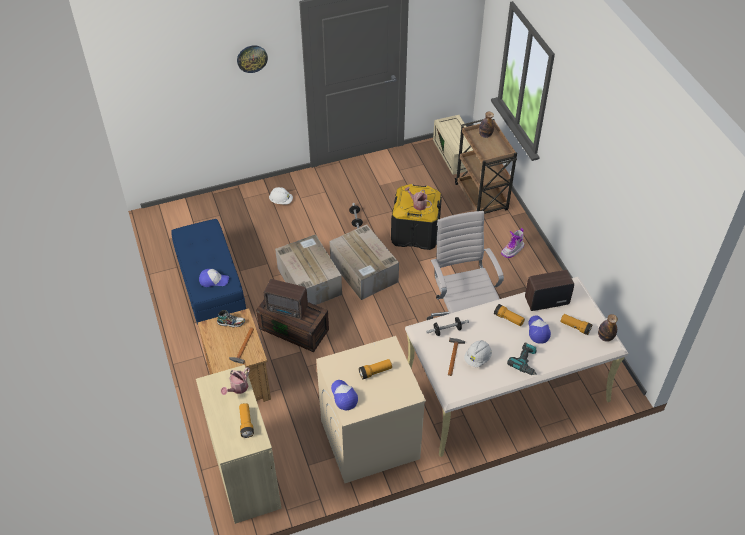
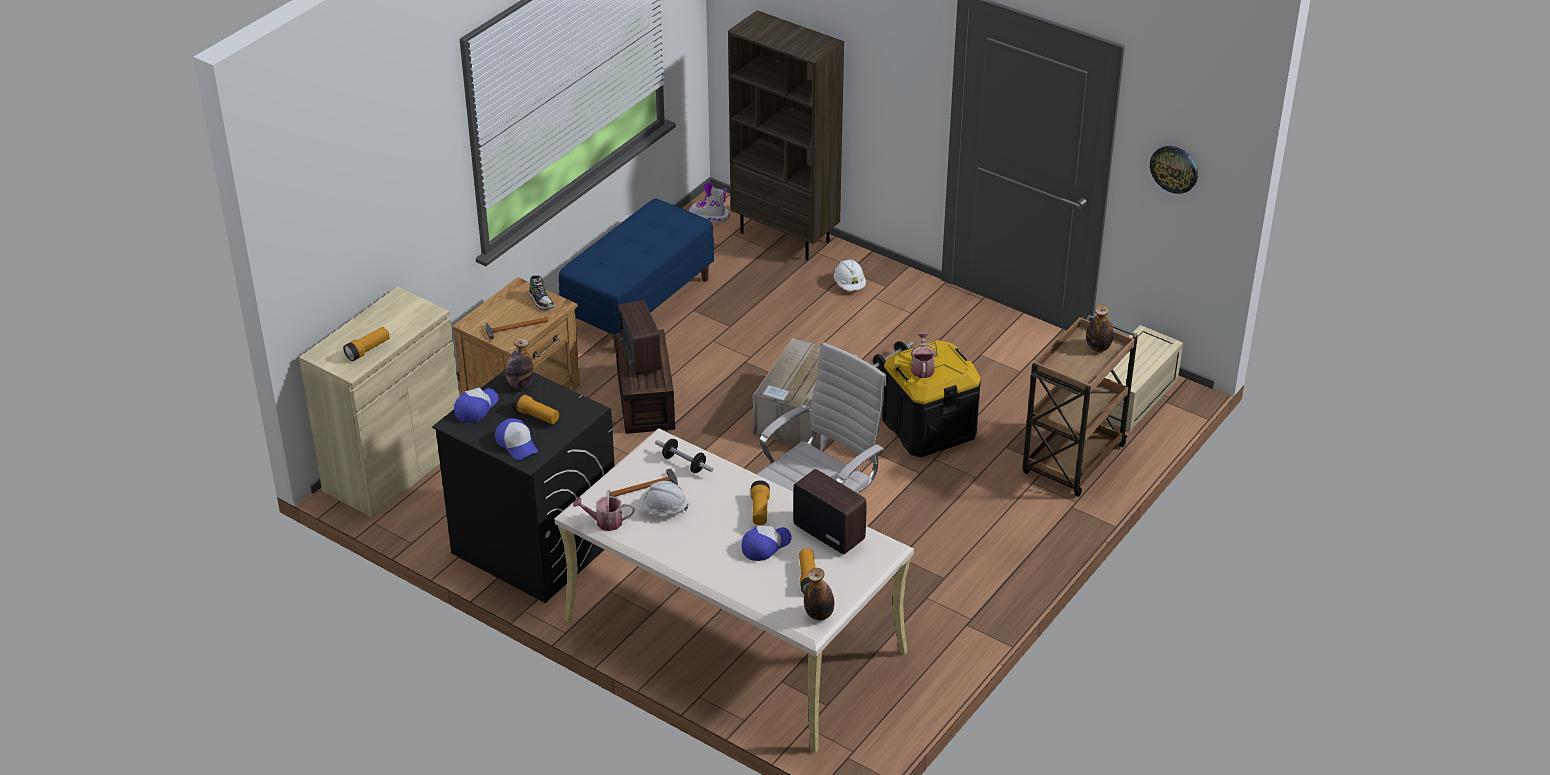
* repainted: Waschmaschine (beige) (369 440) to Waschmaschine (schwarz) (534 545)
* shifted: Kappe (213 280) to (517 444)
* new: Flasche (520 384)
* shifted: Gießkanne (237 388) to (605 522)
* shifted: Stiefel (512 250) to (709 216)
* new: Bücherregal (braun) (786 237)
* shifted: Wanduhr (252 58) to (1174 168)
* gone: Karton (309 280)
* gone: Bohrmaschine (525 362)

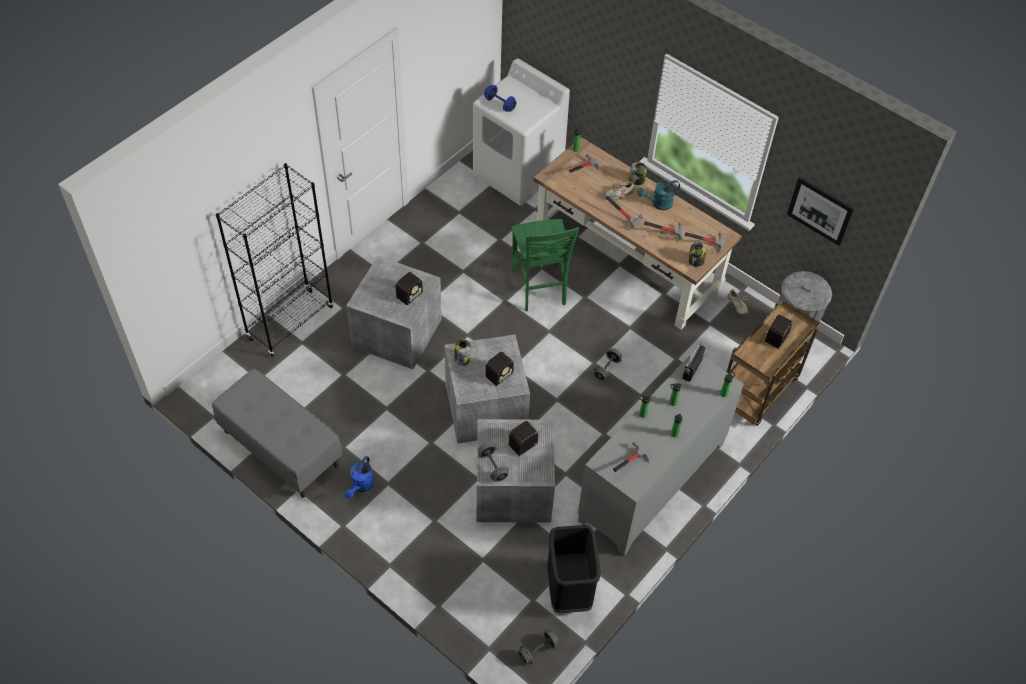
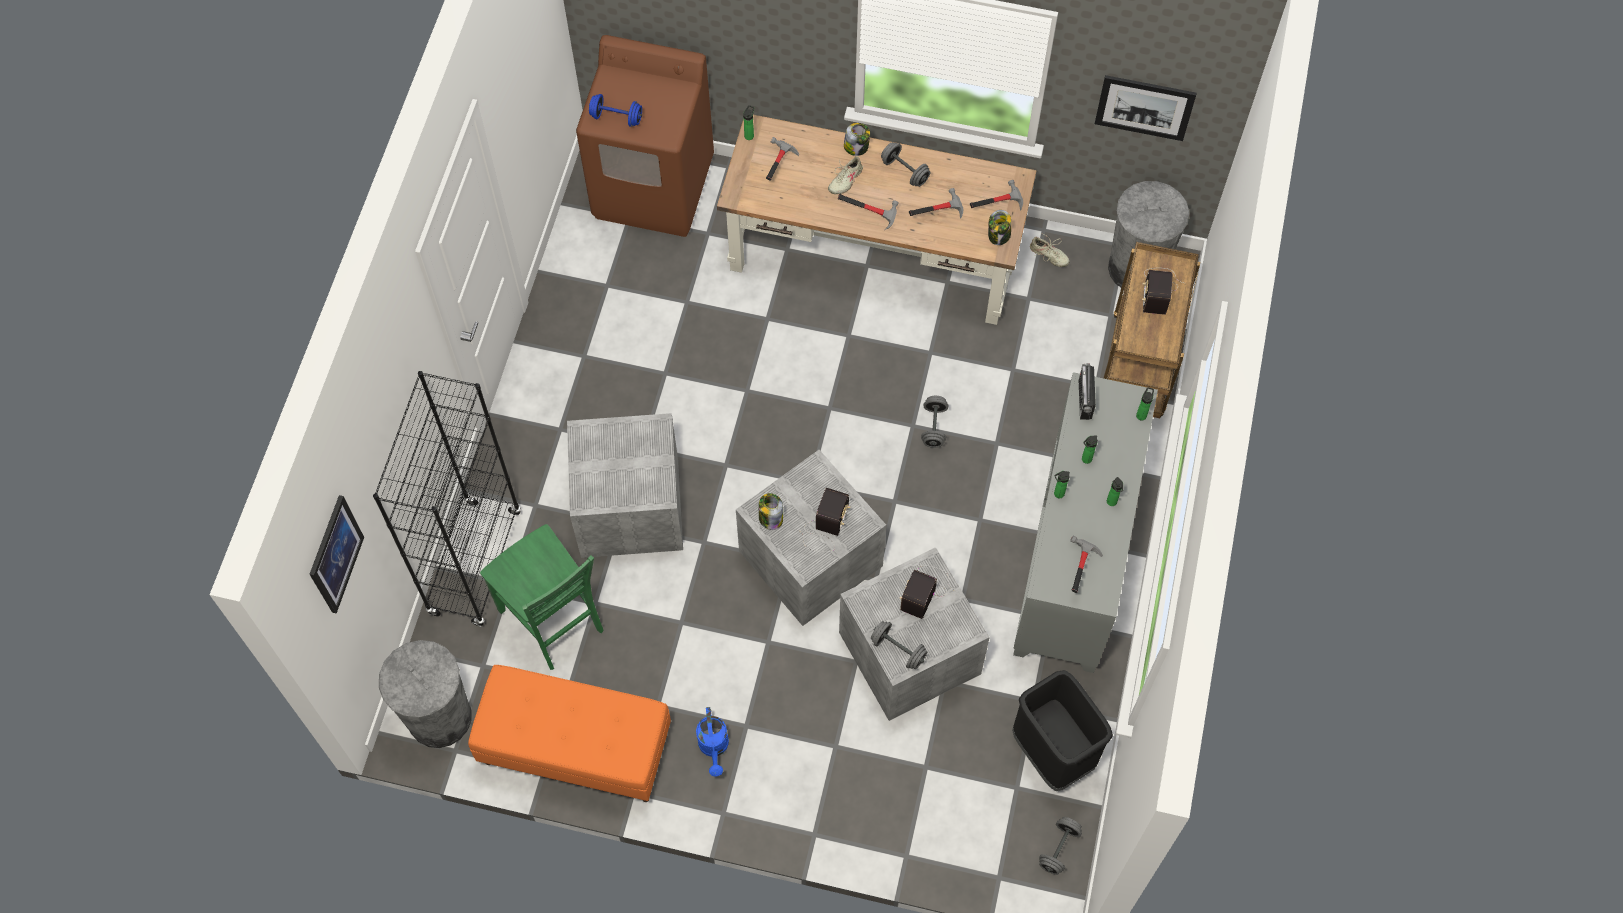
* new: Bild (335 554)
* new: Mülleimer (grau) (439 717)
* repainted: Bank (grau) (280 448) to Bank (orange) (575 749)
* shifted: Stuhl (grün) (539 288) to (553 621)
* repainted: Waschmaschine (weiß) (518 173) to Waschmaschine (braun) (654 187)
* swapped: Gießkanne (türkis) (658 204) to Hantel (grau) (905 171)
* gone: Radio (402 299)

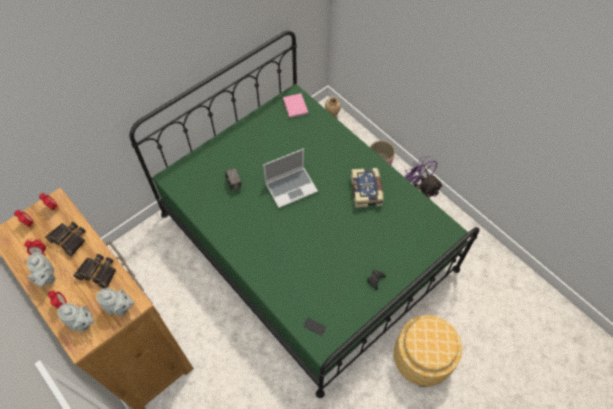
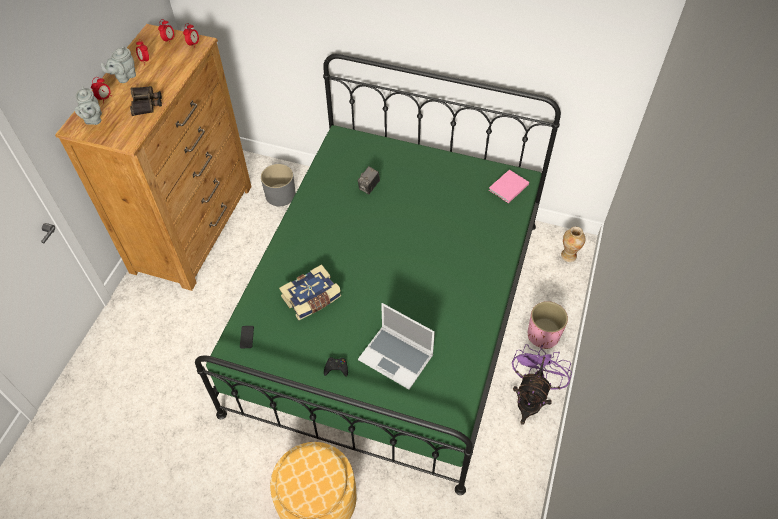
* new: Pflanzkübel (grau) (280 194)
* shifted: Buch (367 191) to (312 299)
* shifted: Laptop (291 187) to (397 357)
* gone: Fernglas (69 239)
* gone: Teekanne (grau) (120 308)

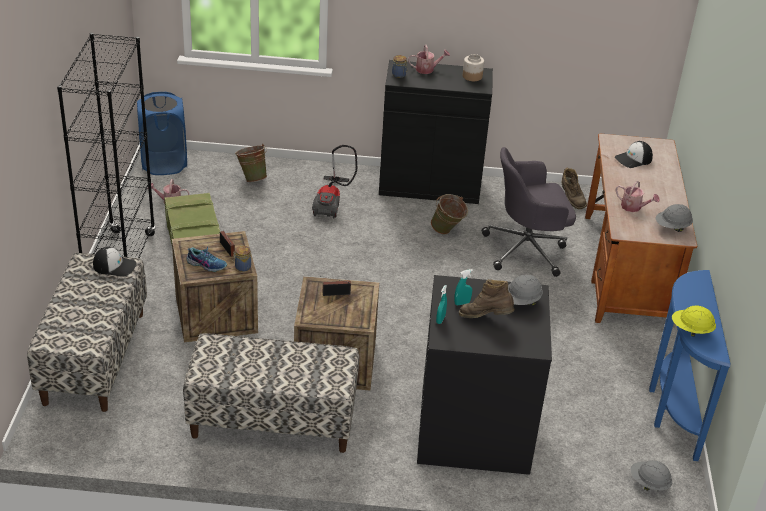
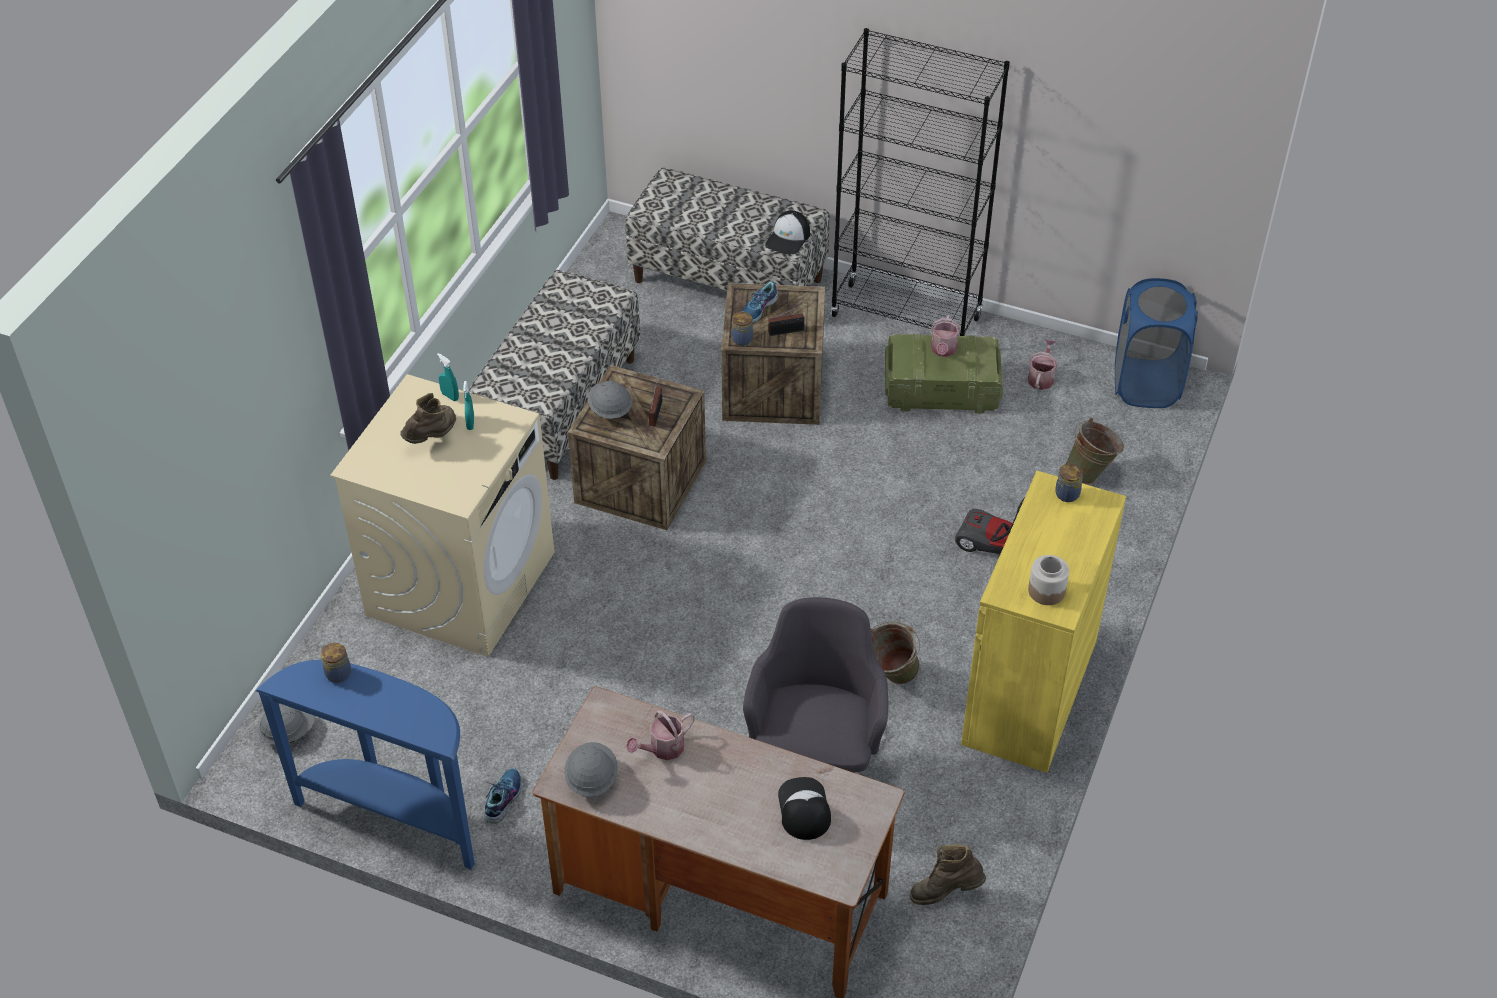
* swapped: Schutzhelm (gelb) (691 330) to Vorratsglas (337 673)
* repainted: Waschmaschine (schwarz) (473 430) to Waschmaschine (beige) (461 583)
* new: Schuh (502 799)
* shifted: Schutzhelm (grau) (521 302) to (610 410)
* shifted: Gießkanne (427 69) to (943 351)
* repainted: Schrank (schwarz) (429 185) to Schrank (gelb) (1030 692)

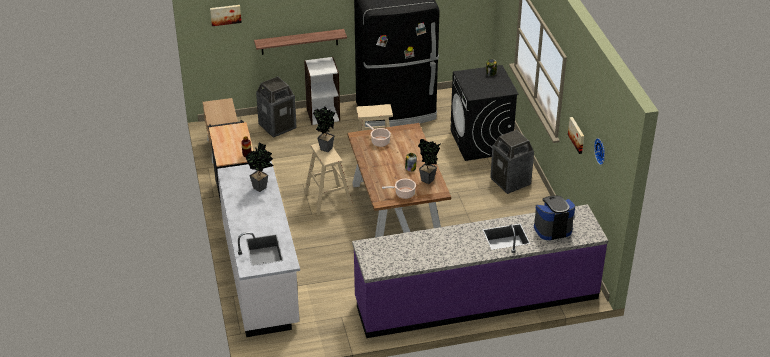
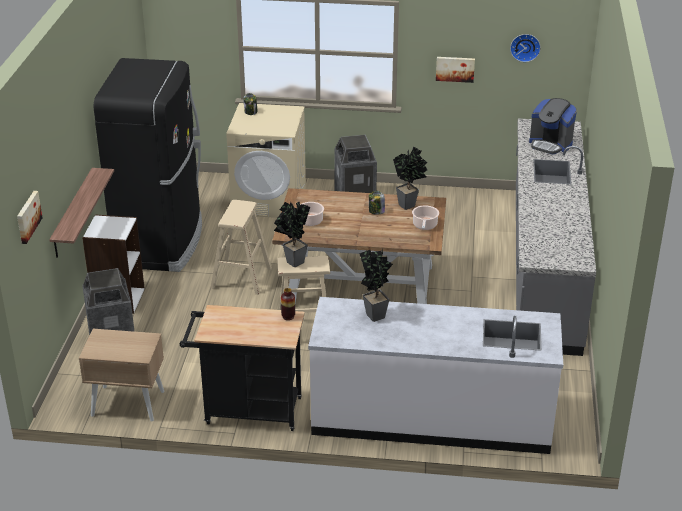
* repainted: Waschmaschine (schwarz) (481 142) to Waschmaschine (beige) (269 201)
* repainted: Küchenzeile (lila) (476 299) to Küchenzeile (grau) (543 267)
* rotated: Kaffeemaschine (552 229) = (550 144) 60 degrees counterclockwise

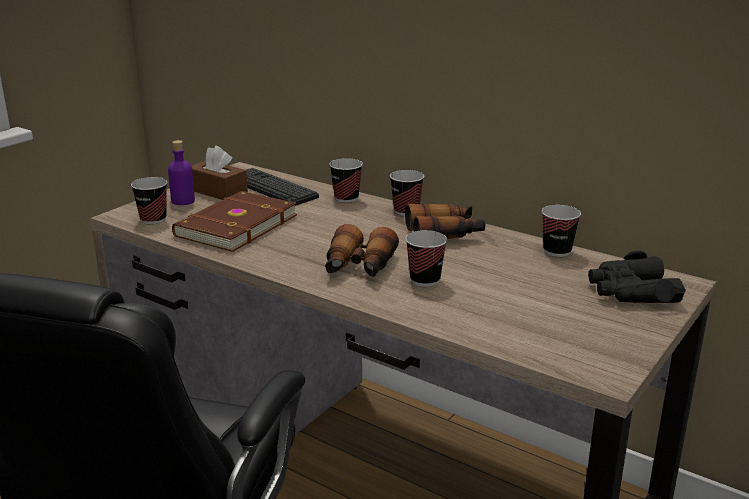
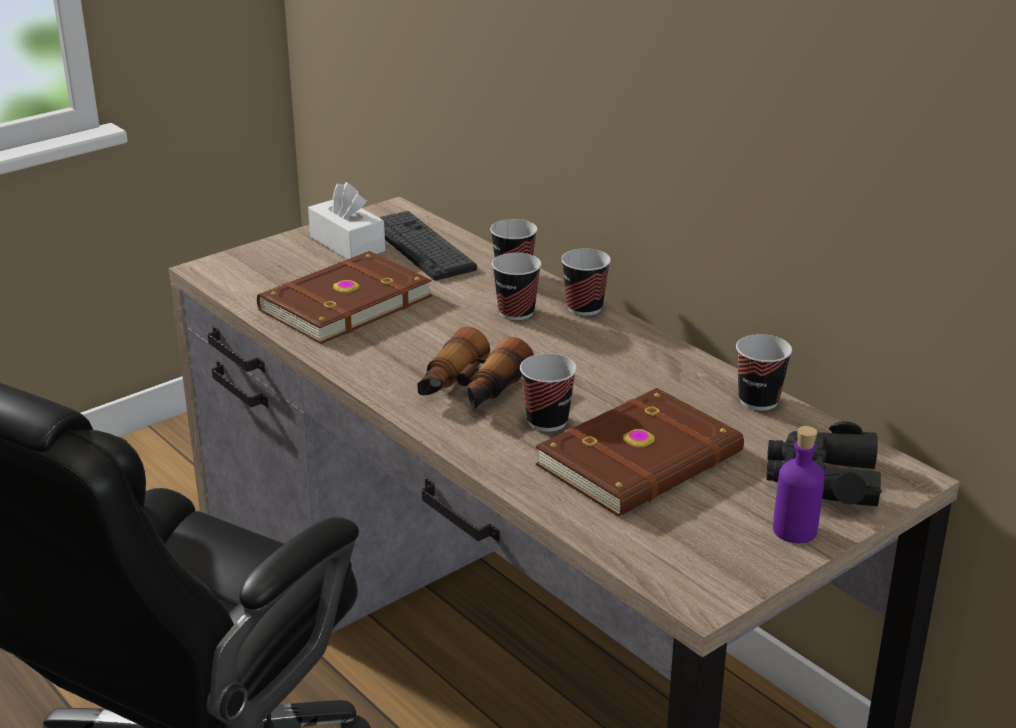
* repainted: Taschentuchbox (braun) (218 191) to Taschentuchbox (weiß) (347 244)
* shifted: Tasse (153 219) to (516 312)
* new: Buch (braun) (643 460)
* shifted: Flasche (lila) (183 201) to (795 530)
* gone: Fernglas (445 233)

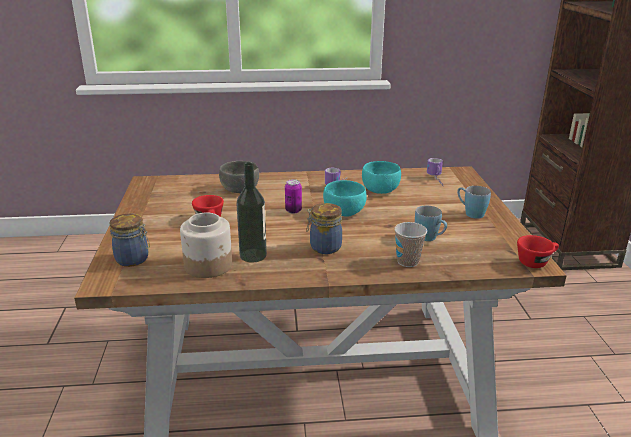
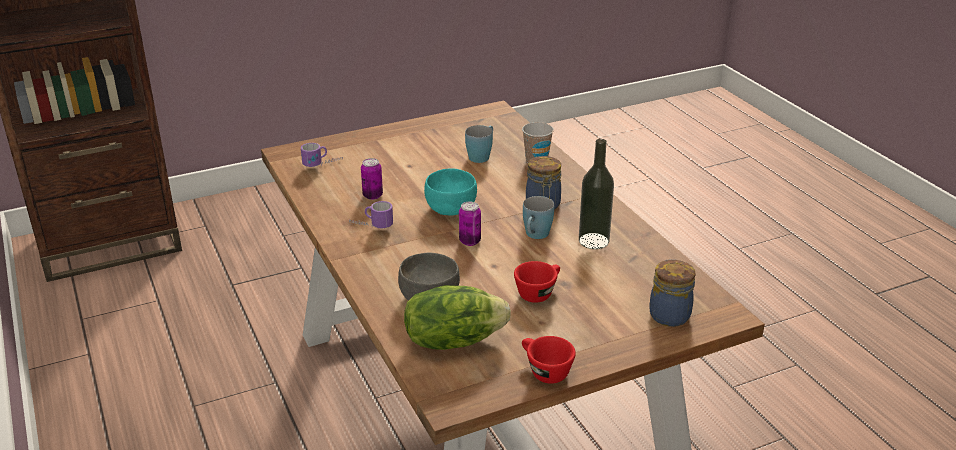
* swapped: Schüssel (türkis) (380 190) to Dose (372 195)
* new: Salatkopf (453 340)
* shifted: Tasse (rot) (536 262) to (544 371)
* shifted: Henkelbecher (blau) (470 213) to (535 236)
* gone: Vorratsglas (209 265)

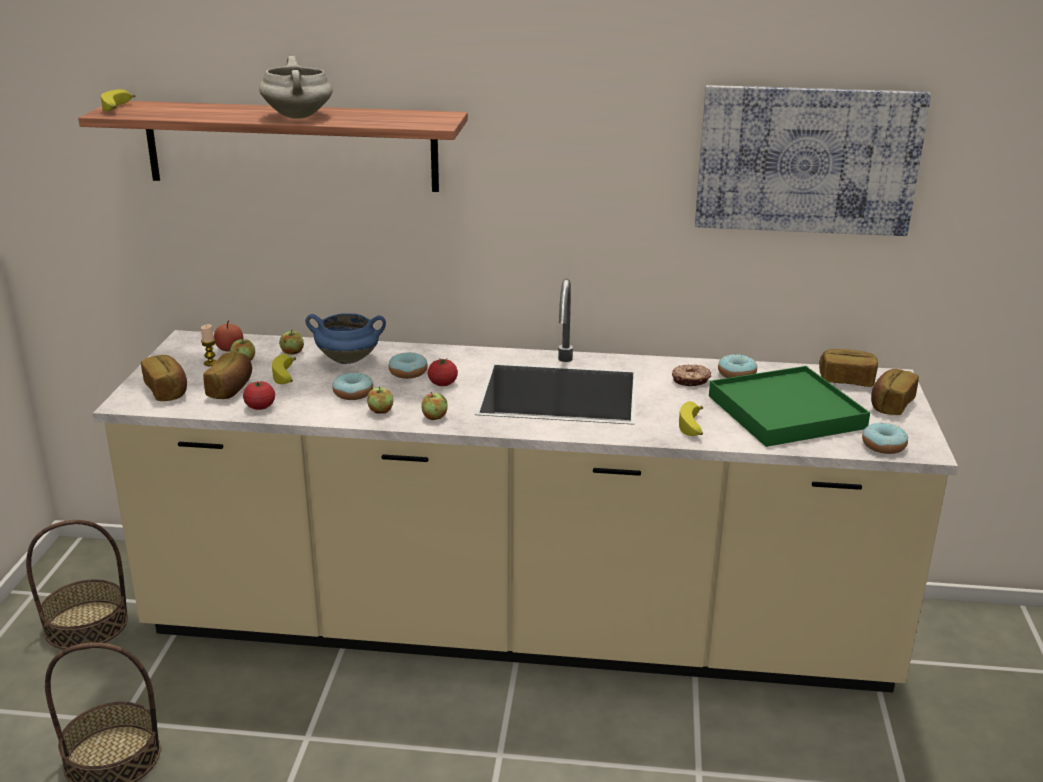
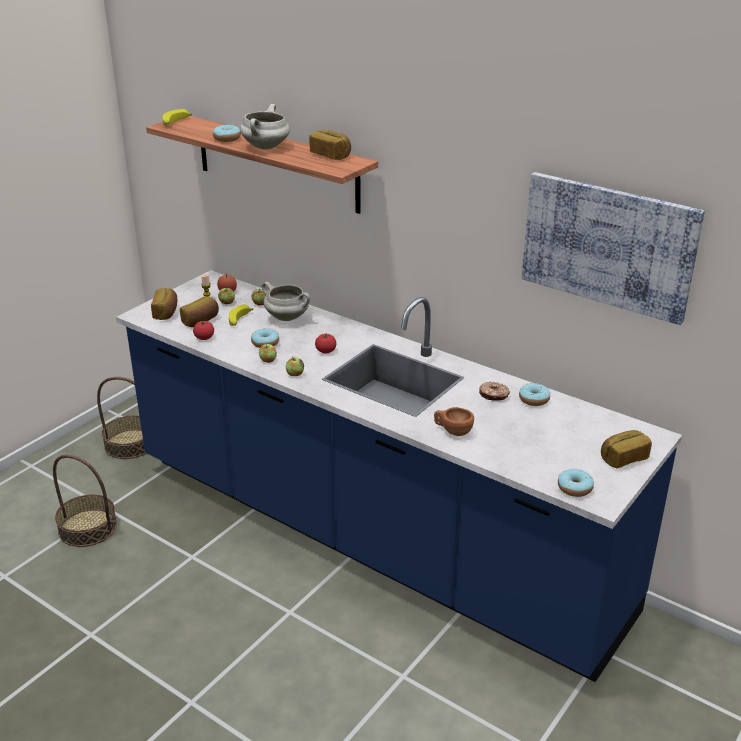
* repainted: Küchenzeile (beige) (519 628) to Küchenzeile (blau) (370 536)
* shifted: Donut (408 372) to (227 138)
* repainted: Kochtopf (blau) (349 359) to Kochtopf (weiß) (288 317)
* shifted: Brot (846 380) to (331 155)
* swapped: Banane (693 427) to Tasse (braun) (452 431)
* gone: Tablett (grün) (785 412)

